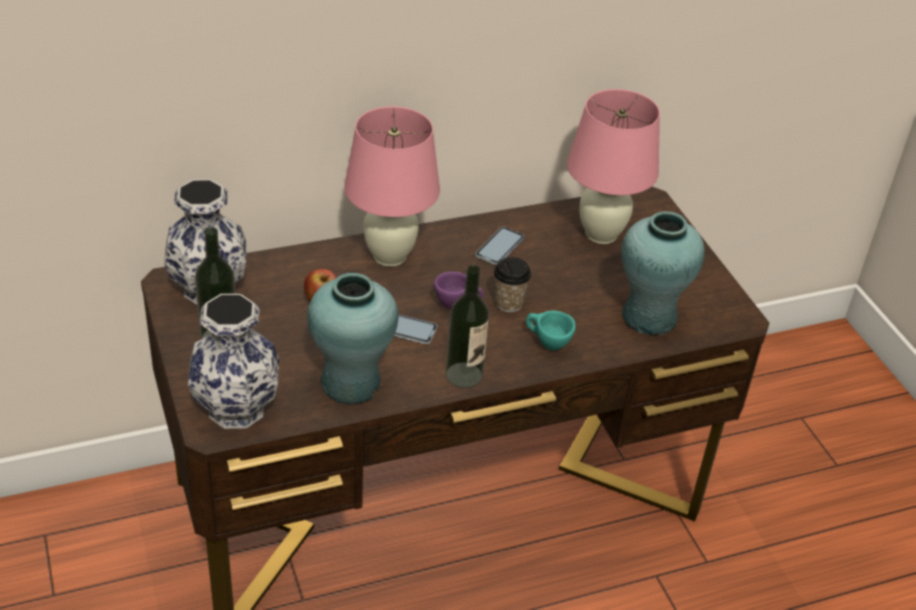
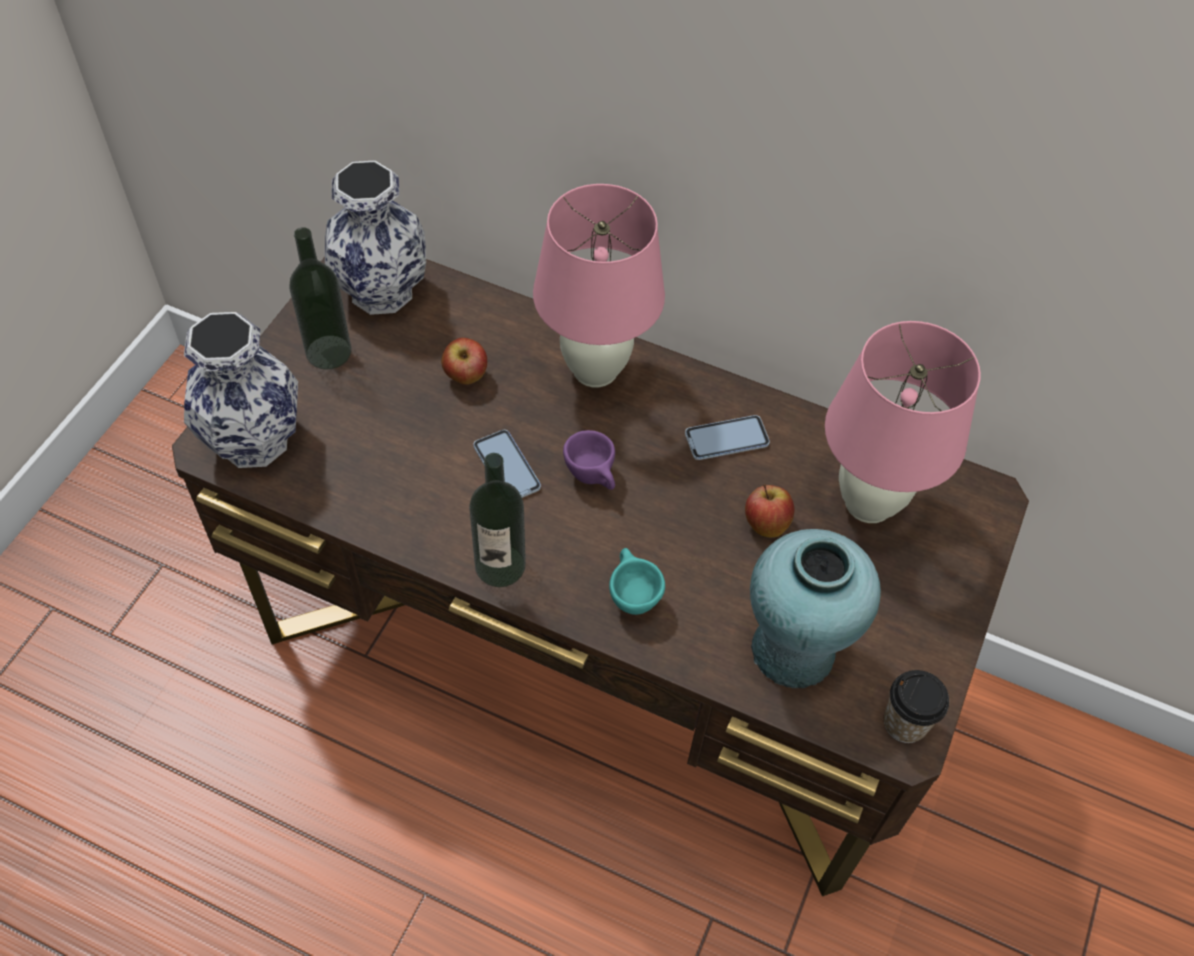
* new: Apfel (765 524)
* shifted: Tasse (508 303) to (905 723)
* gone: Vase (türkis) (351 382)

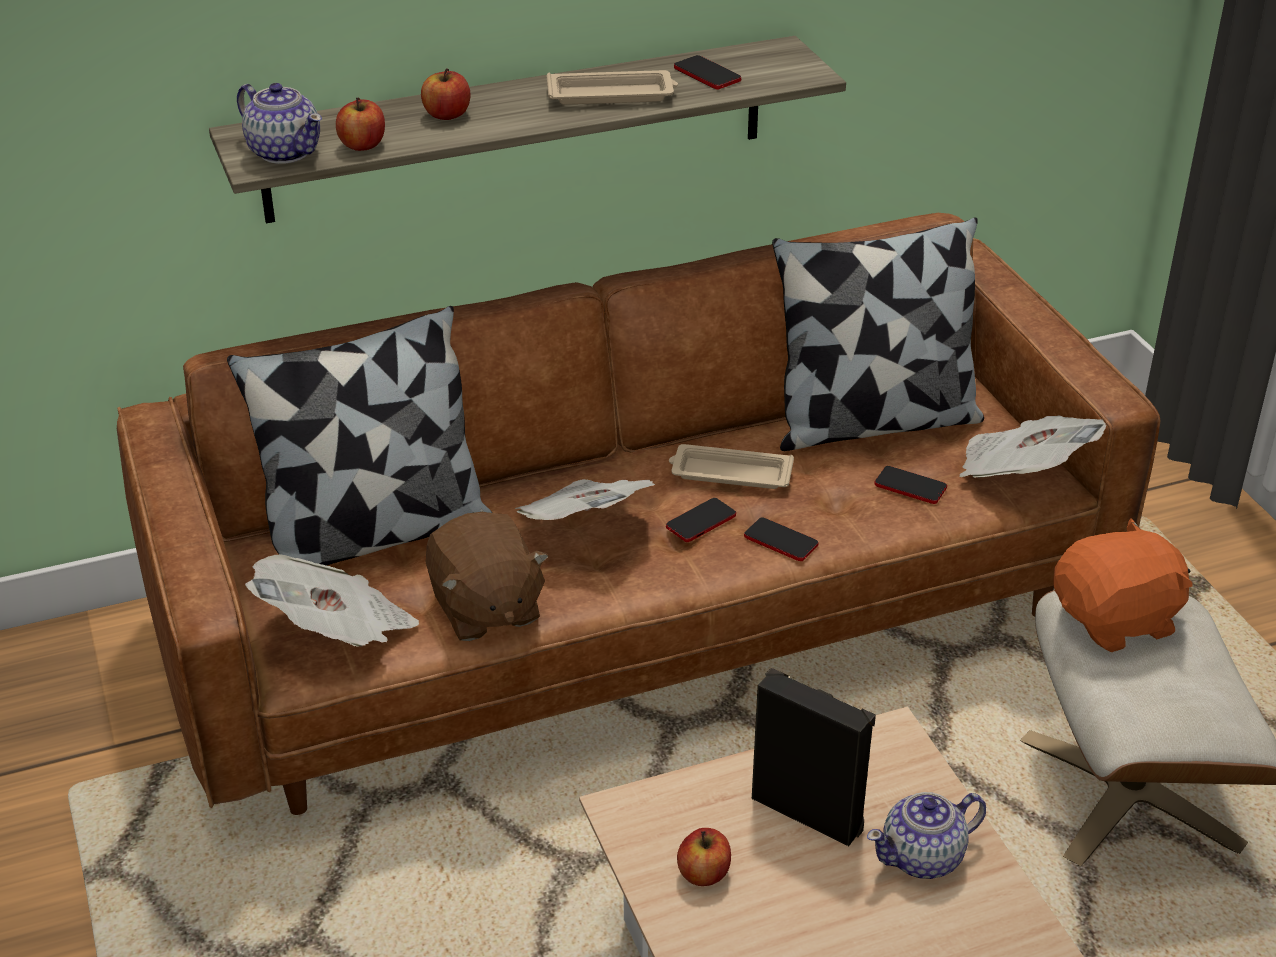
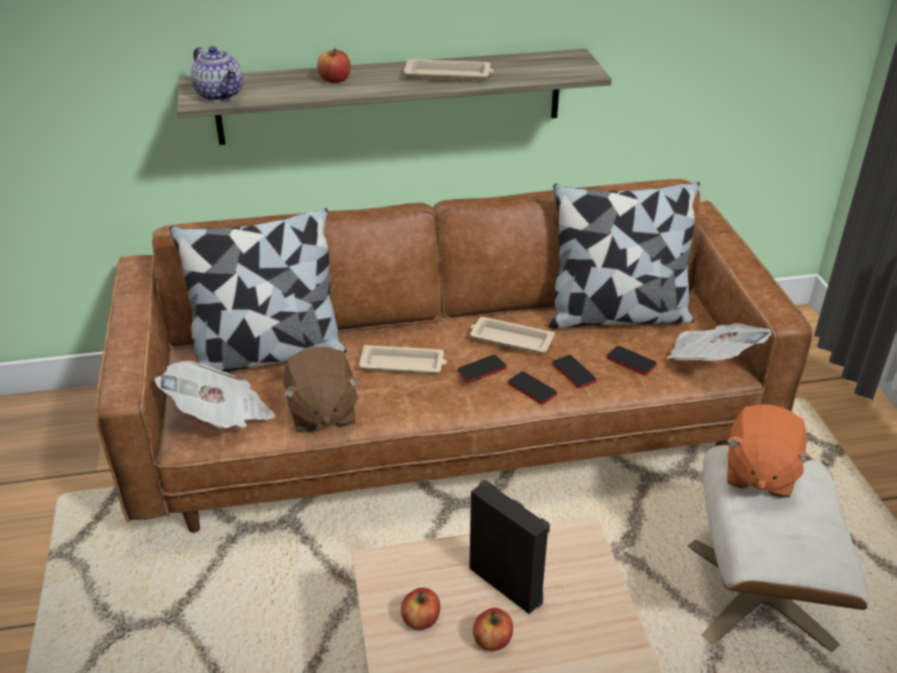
* swapped: Zeitung (584 527) to Tablett (beige) (403 364)
* shifted: Apfel (362 145) to (492 640)
* shifted: Handy (707 74) to (574 372)
* rotated: Plüschtier (orange) (1116 620) = (759 473) 120 degrees clockwise
* gone: Teekanne (924 857)

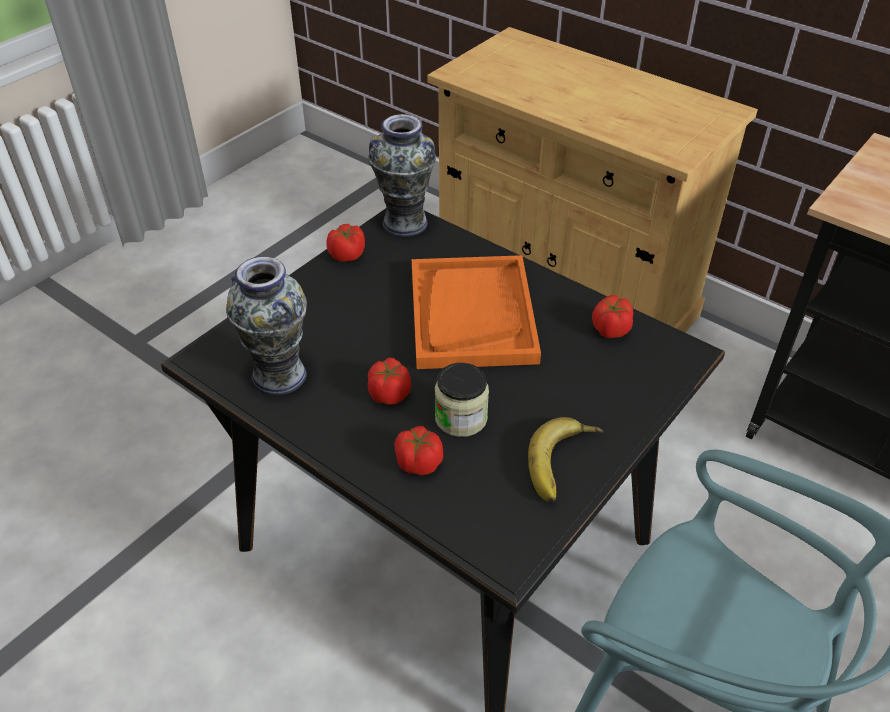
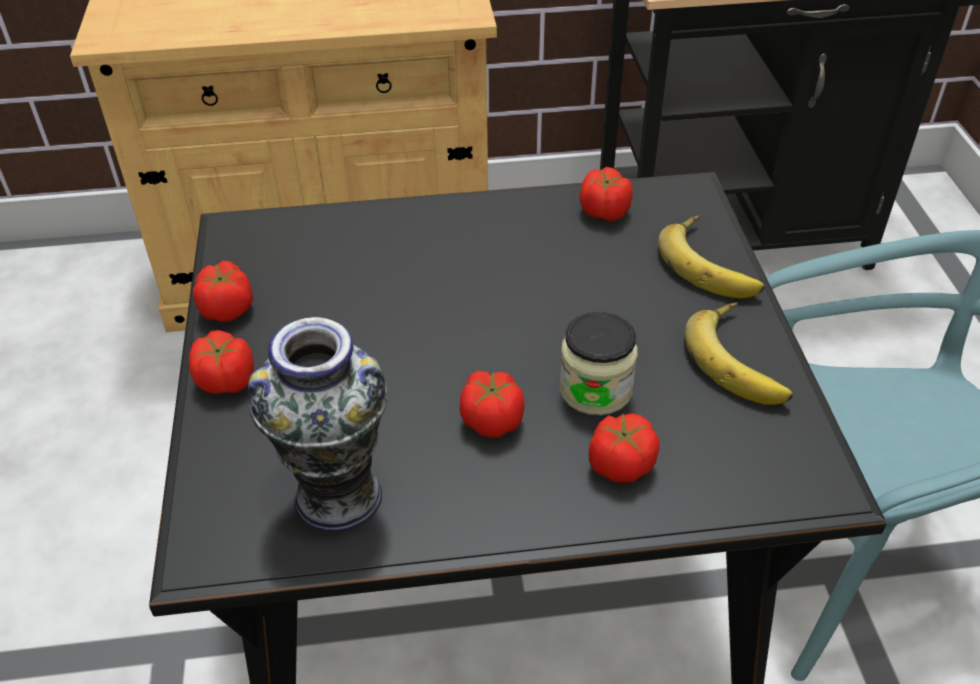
* new: Tomate (226 381)
* new: Banane (713 264)
* gone: Vase (405 223)
* gone: Tablett (orange) (471 314)

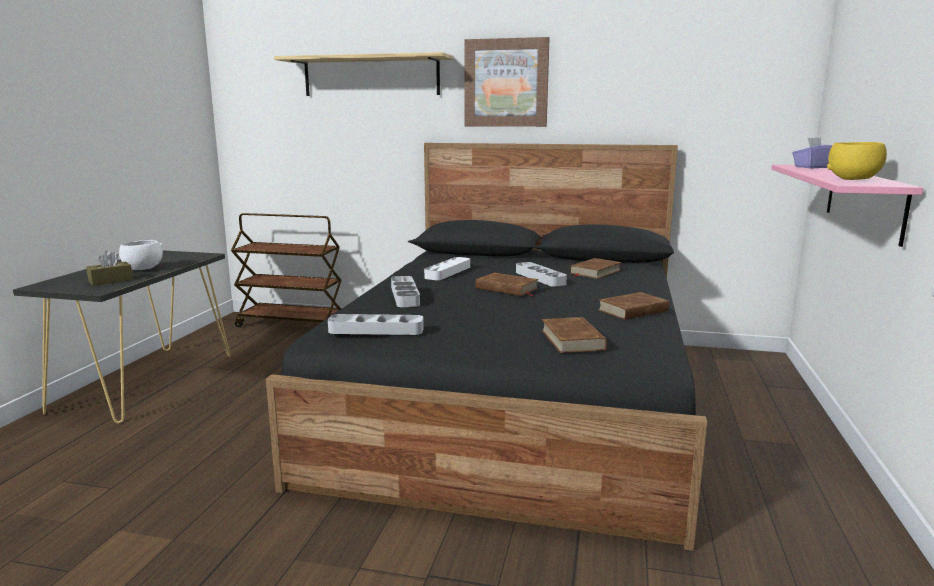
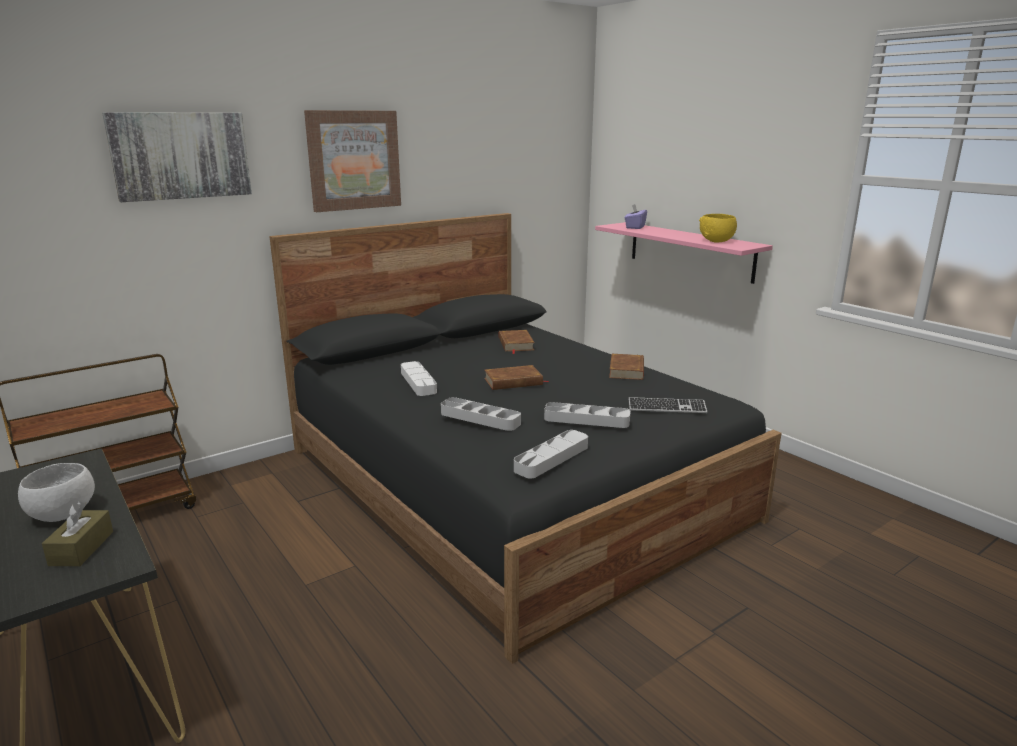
* swapped: Wandregal (371 76) to Bild (181 155)
* shifted: Tablett (grau) (540 278) to (586 419)
* swapped: Buch (braun) (572 340) to Tastatur (667 407)

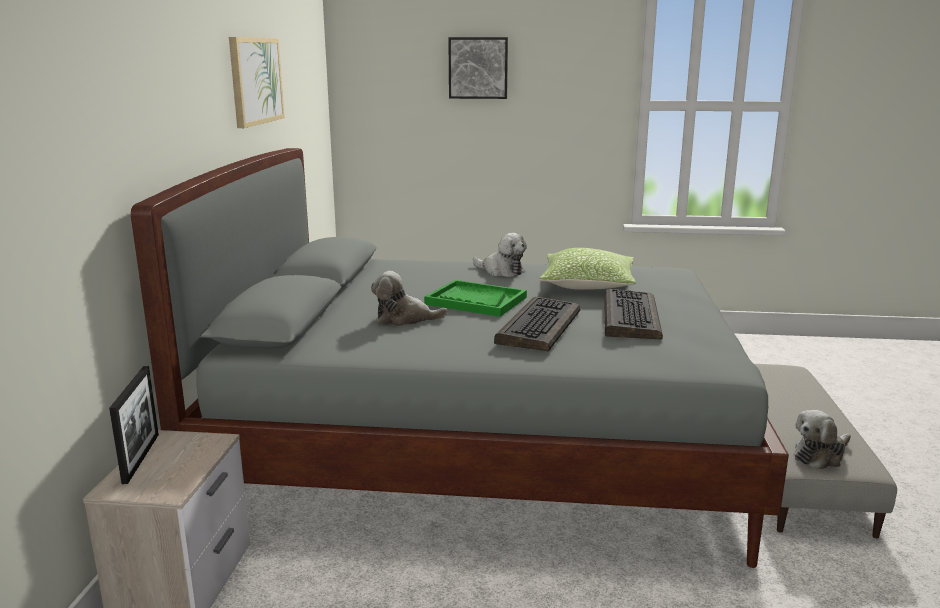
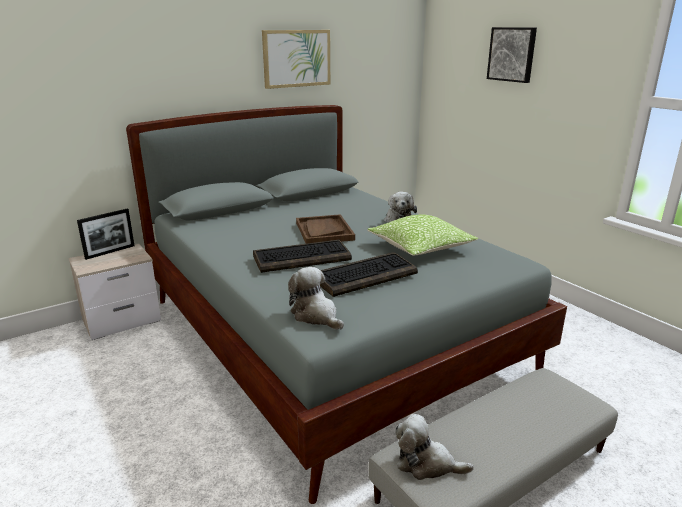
* shifted: Plüschtier (404 319) to (316 315)
* repainted: Tablett (grün) (475 301) to Tablett (braun) (324 231)

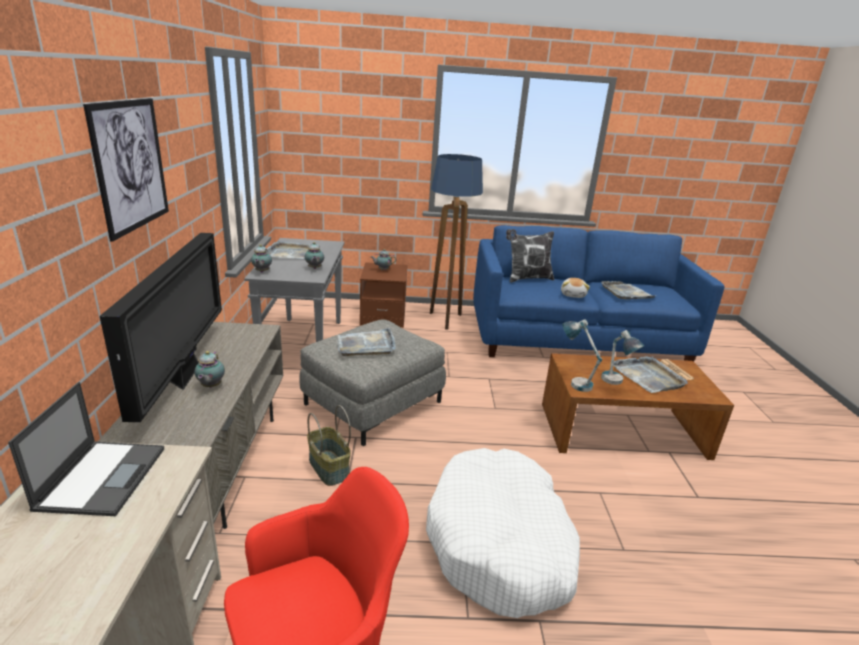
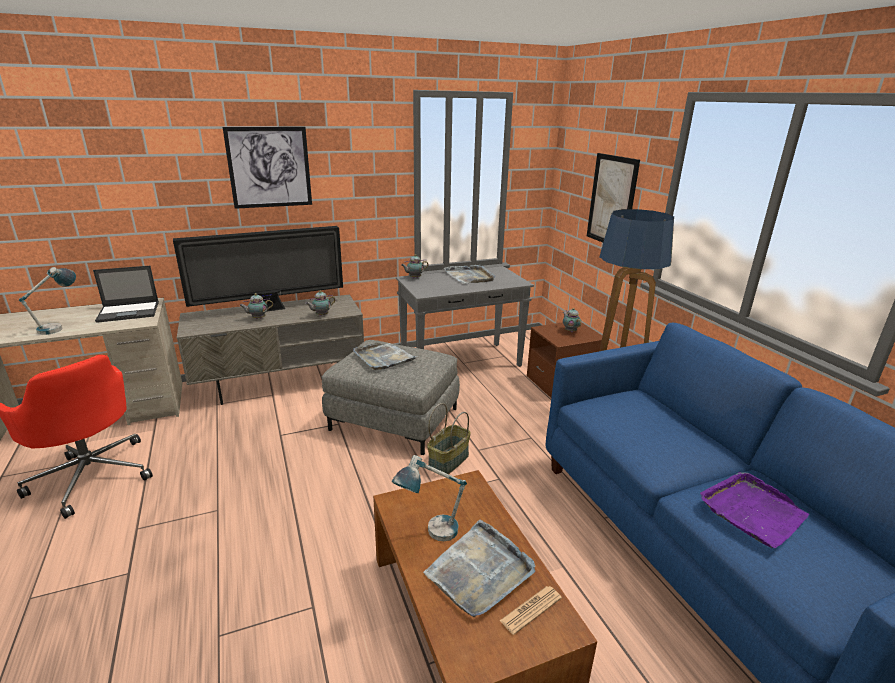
* shifted: Tischlampe (574 381) to (60 327)
* shifted: Teekanne (314 268) to (321 315)
* shifted: Korb (328 468) to (448 460)
* new: Bild (611 201)
* repainted: Tablett (grau) (626 292) to Tablett (lila) (752 511)
* gone: Hundebett (weiß) (500 543)
* gone: Kissen (527 278)
* gone: Plüschtier (573 295)

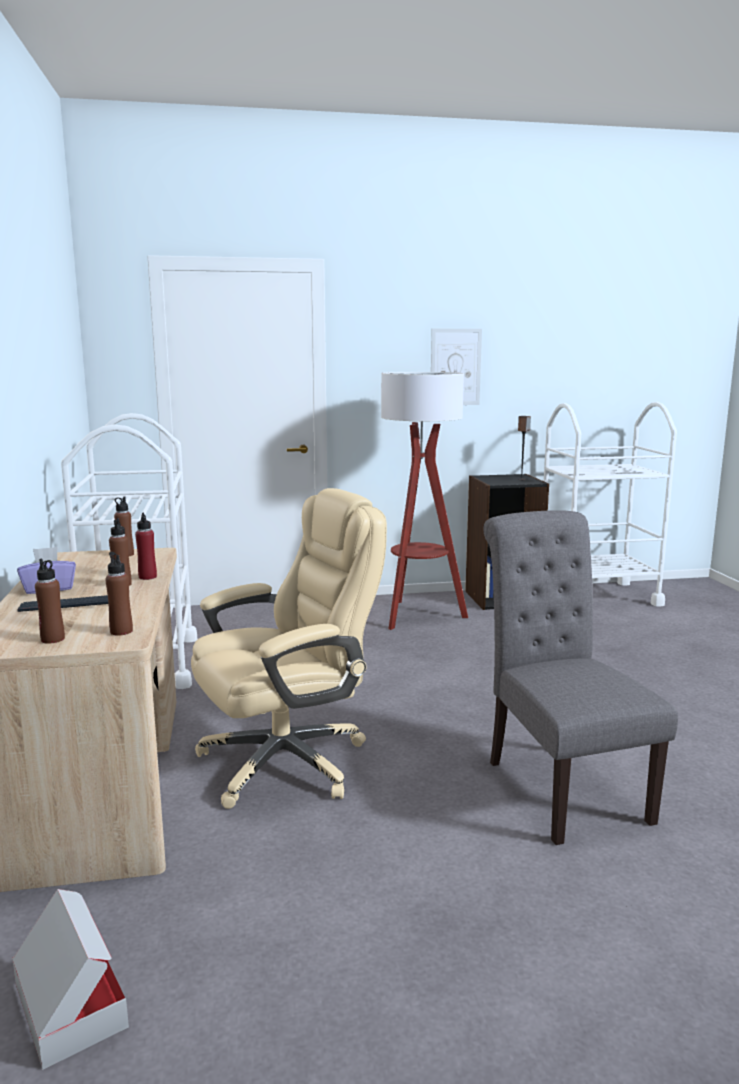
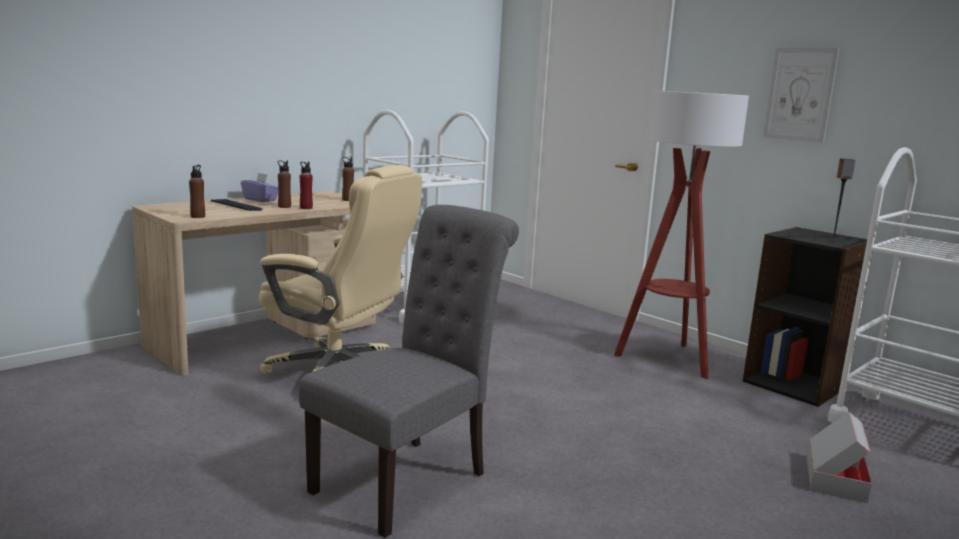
* shifted: Karton (70 1004) to (834 478)
* gone: Flasche (braun) (53 639)

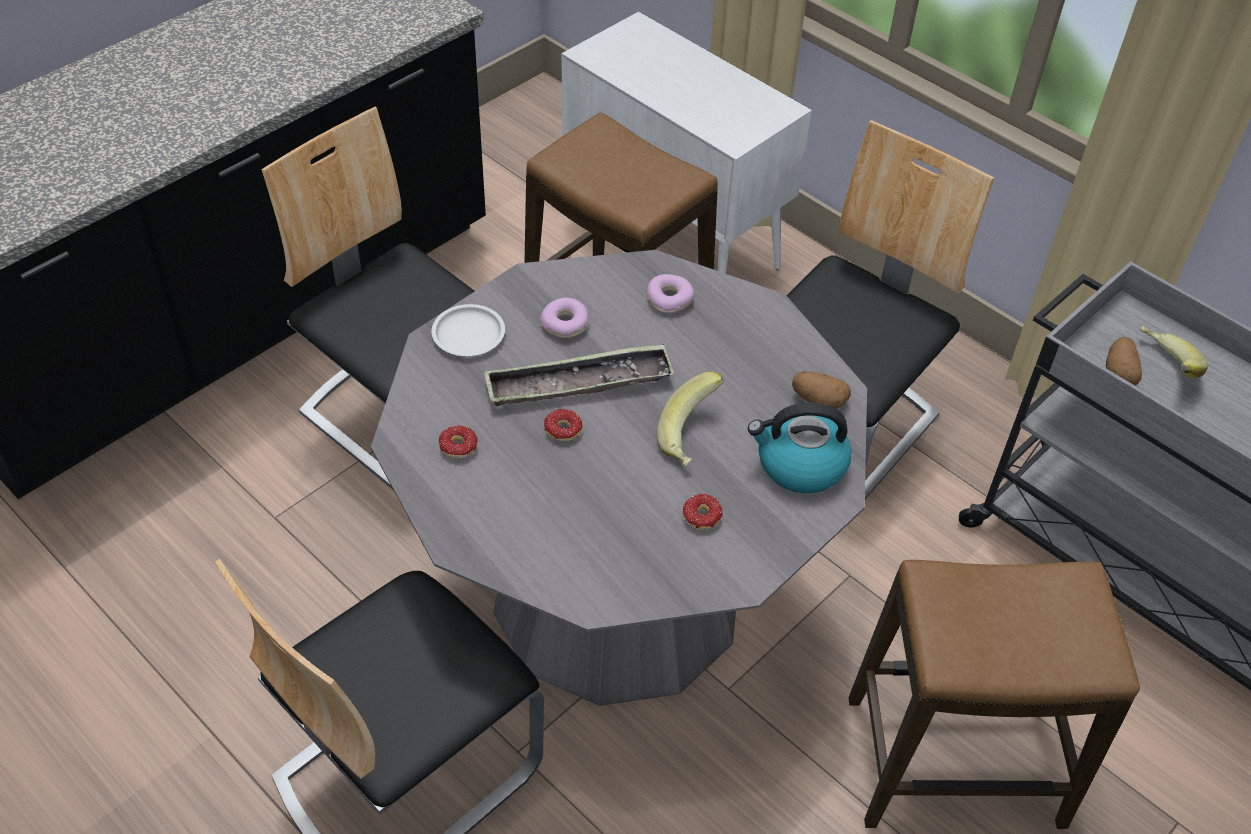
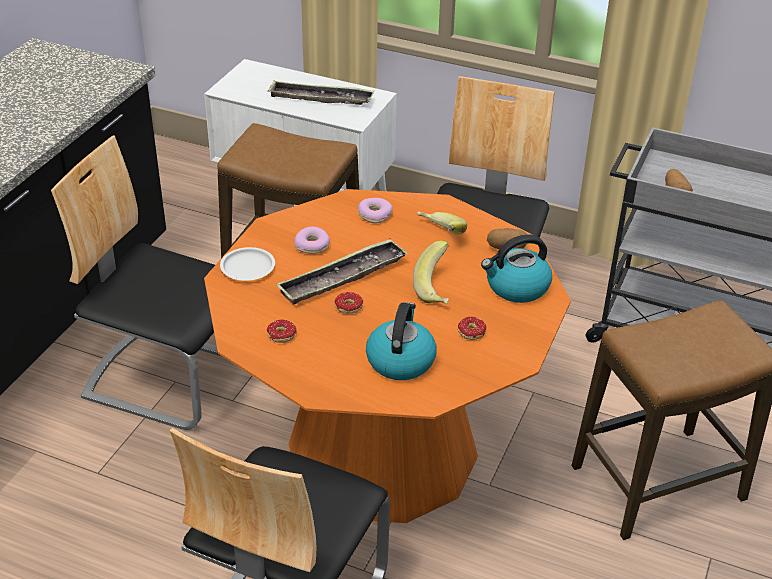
* repainted: Esstisch (grau) (617 595) to Esstisch (orange) (382 450)
* new: Tablett (320 98)
* new: Wasserkessel (400 360)
* shifted: Banane (1162 367) to (439 235)

